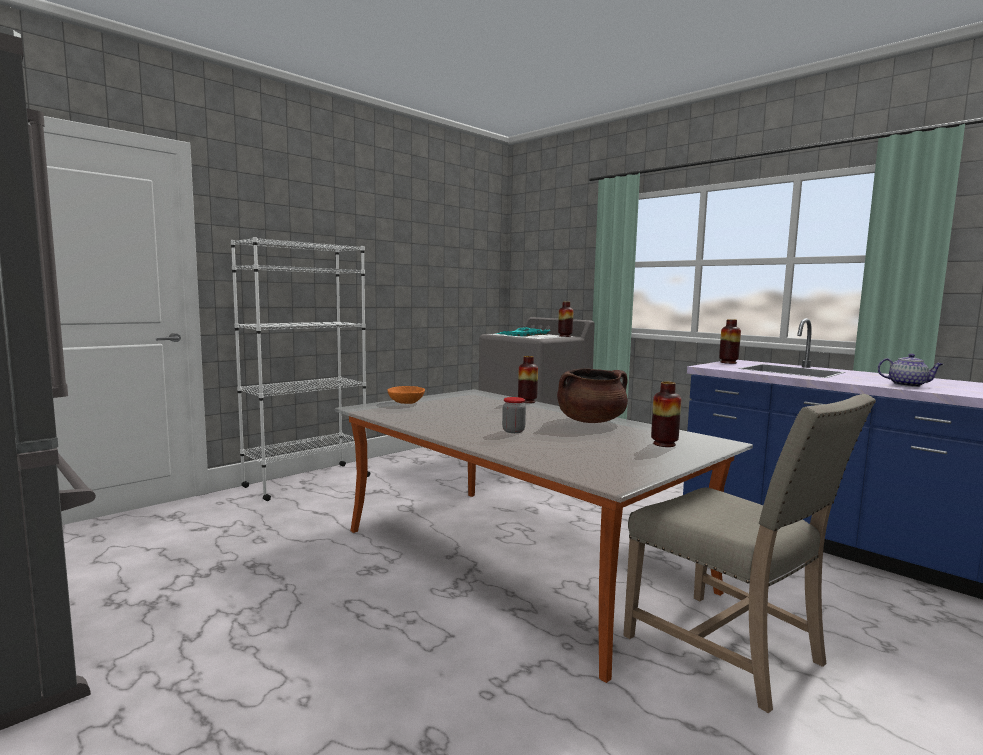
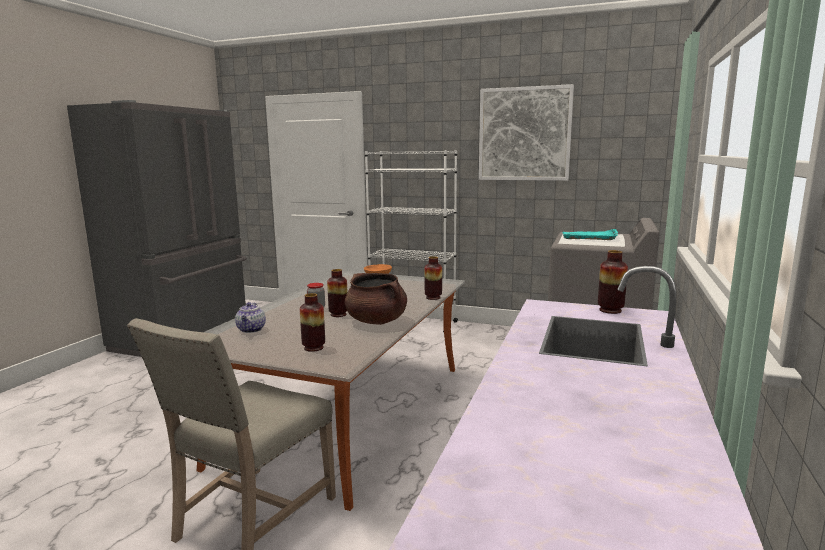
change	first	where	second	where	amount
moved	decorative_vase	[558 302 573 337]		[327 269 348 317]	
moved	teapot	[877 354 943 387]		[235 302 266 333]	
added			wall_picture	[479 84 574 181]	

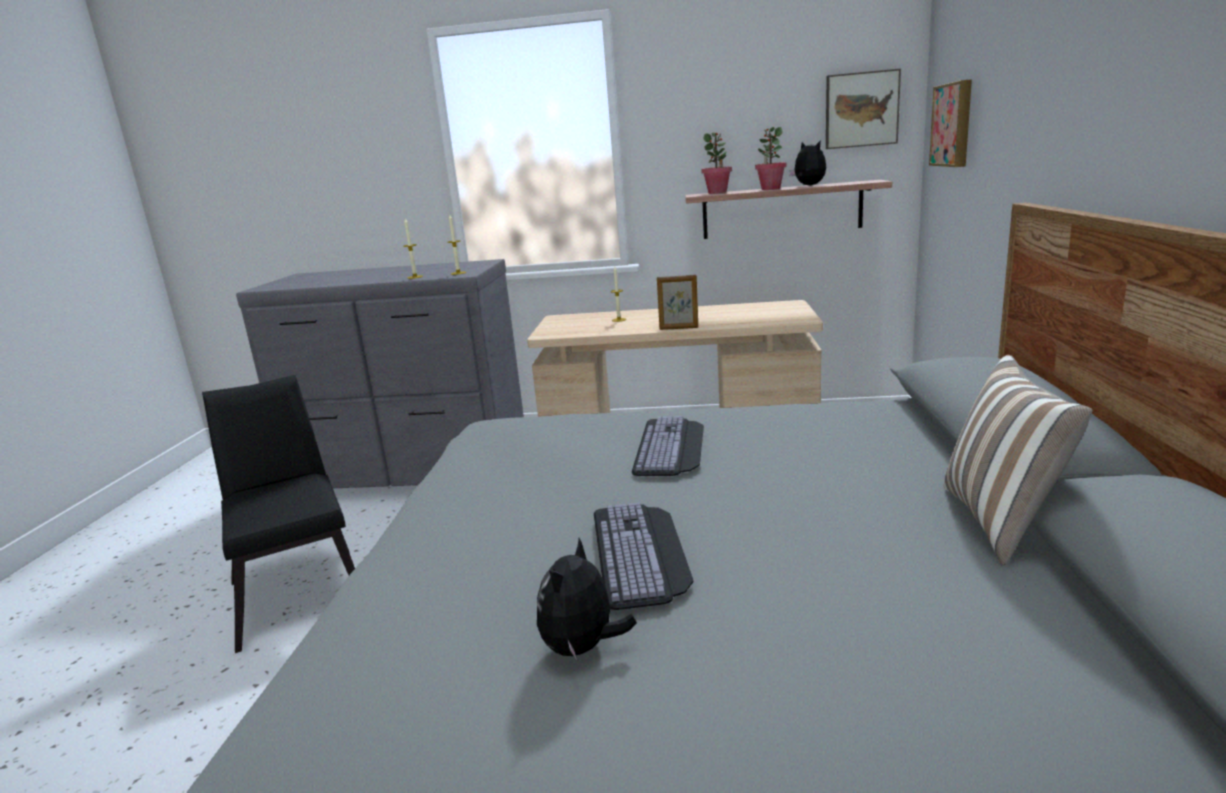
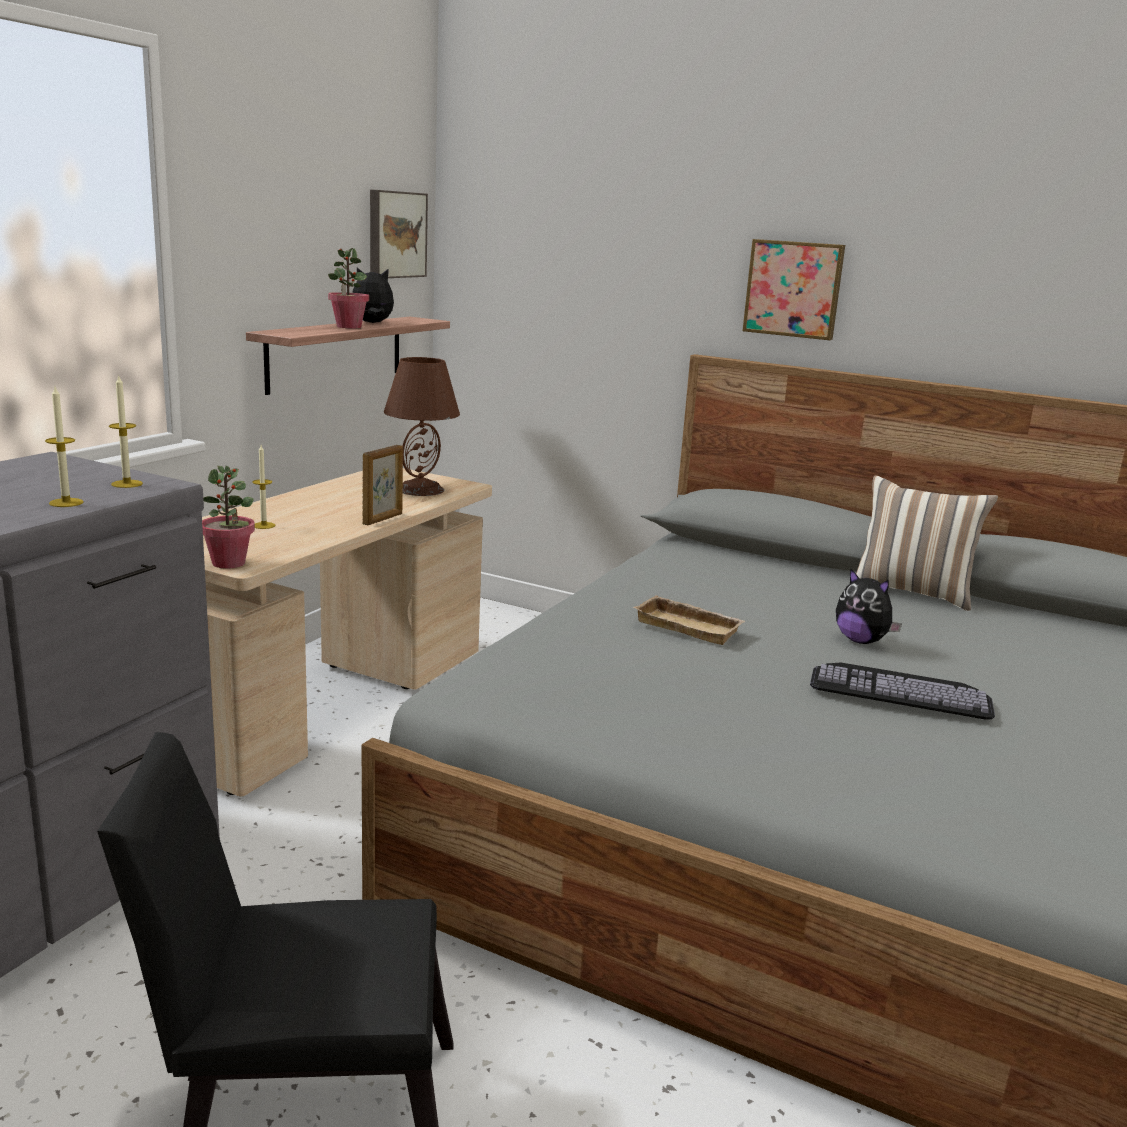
change	first	where	second	where	amount
moved	wall_picture	[929 79 972 167]		[743 239 845 340]	
moved	potted_plant	[701 132 732 194]		[202 466 255 569]	
replaced	keyboard	[632 416 704 476]	sand-coloured_serving_tray	[633 595 745 645]	
moved	cuddly_toy	[537 538 637 660]		[836 569 902 644]	
added			brown_table_lamp	[384 357 460 496]	

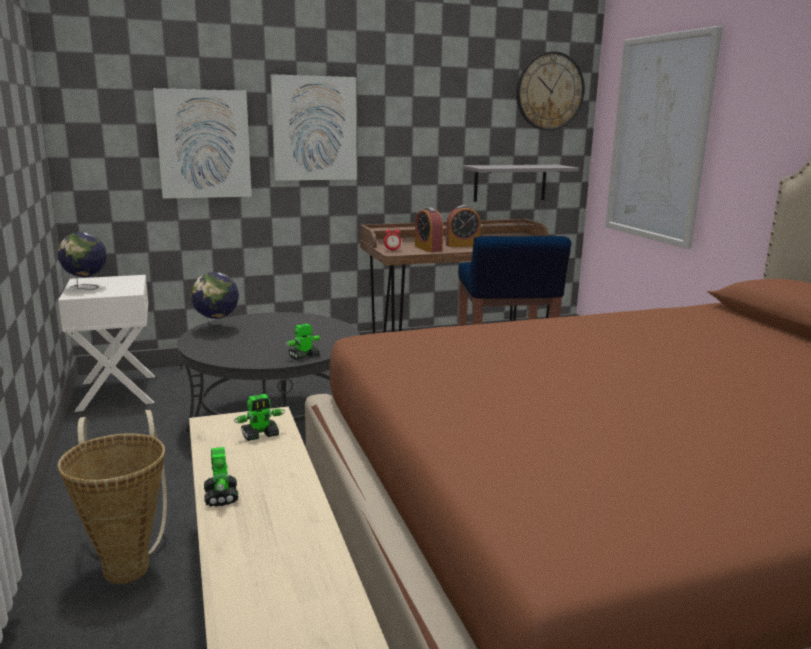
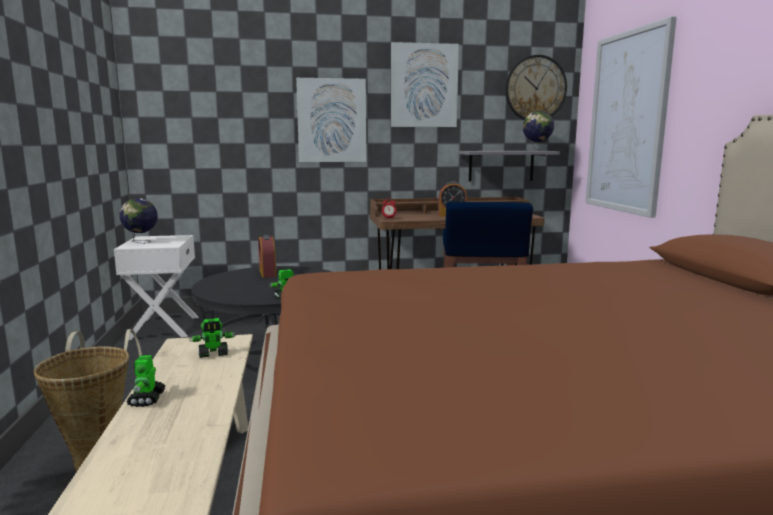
change	first	where	second	where	amount
moved	wall_picture	[153 88 252 199]		[391 42 459 127]	
moved	bedside_clock	[415 207 443 252]		[258 235 276 278]	
moved	desk_globe	[190 272 239 332]		[523 111 554 151]	

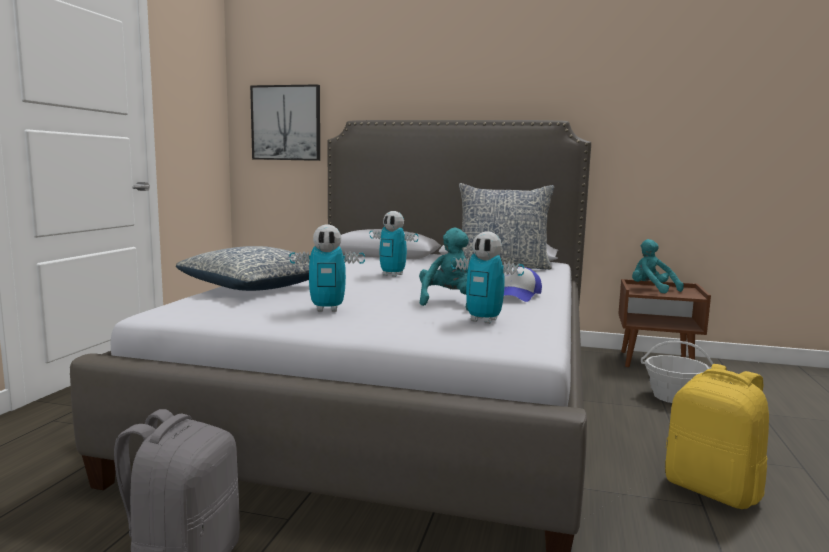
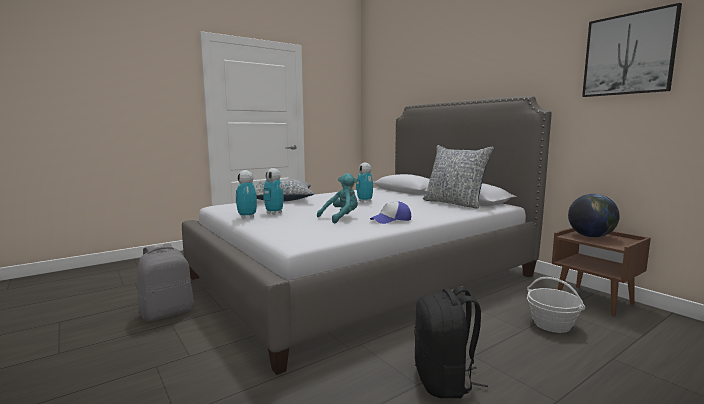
change	first	where	second	where	amount
moved	wall_picture	[250 84 320 161]		[582 3 682 97]	
moved	model_robot	[451 231 524 324]		[236 170 257 219]	
replaced	turquoise_cuddly_toy	[632 239 684 294]	desk_globe	[568 194 620 237]	
recoloured	yellowish_rucksack	[665 364 769 509]	black-coloured_rucksack	[414 287 488 398]	

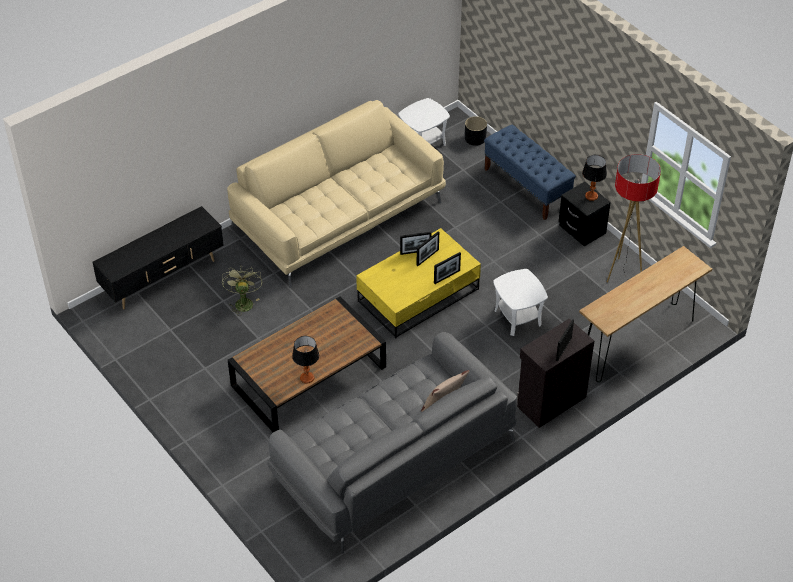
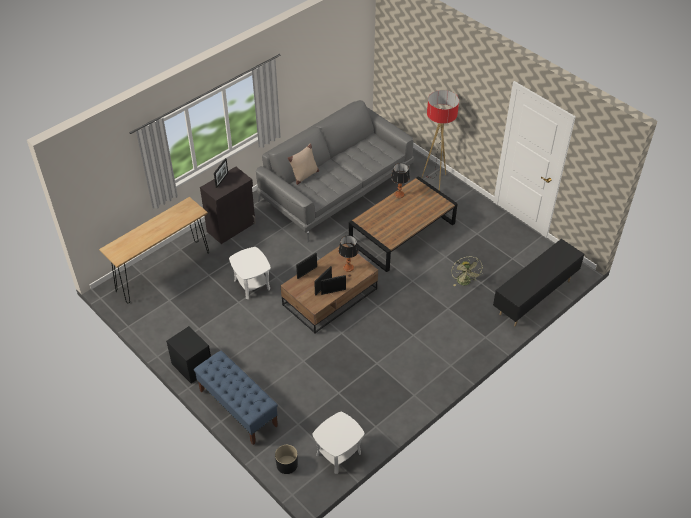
change	first	where	second	where	amount
removed	sand-coloured_couch	[227 100 446 288]			
moved	floor_lamp	[607 154 661 283]		[422 90 459 191]	
moved	table_lamp	[582 155 607 201]		[338 235 359 272]	
recoloured	yellowish_lounge_table	[356 228 481 338]	brown_lounge_table	[281 244 378 334]	

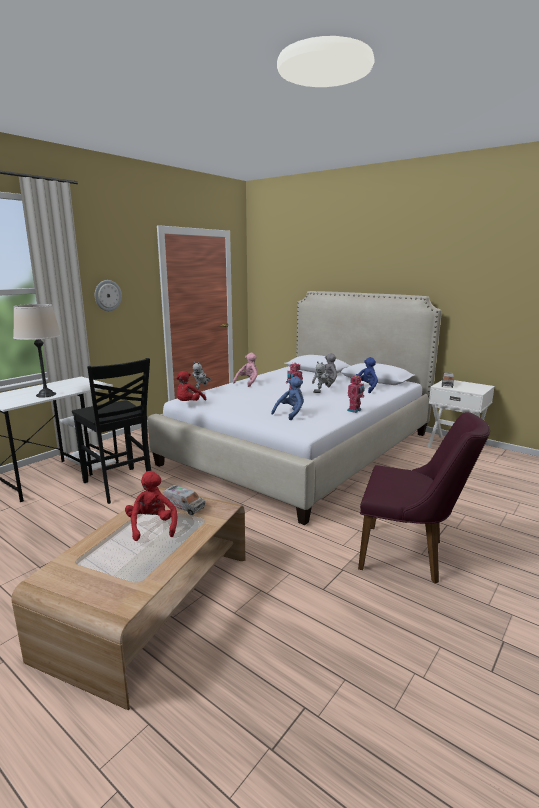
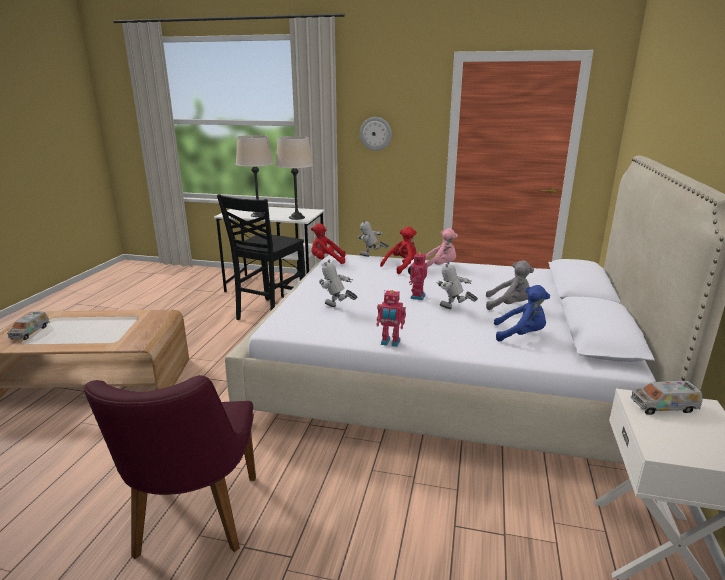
change	first	where	second	where	amount
replaced	bluish_cuddly_toy	[271 376 304 420]	model_robot	[319 260 357 307]	
moved	red-coloured_cuddly_toy	[125 471 177 541]		[380 226 417 274]	
moved	toy_truck	[163 485 206 515]		[7 311 50 340]	
added			sand-coloured_table_lamp	[275 136 313 220]	

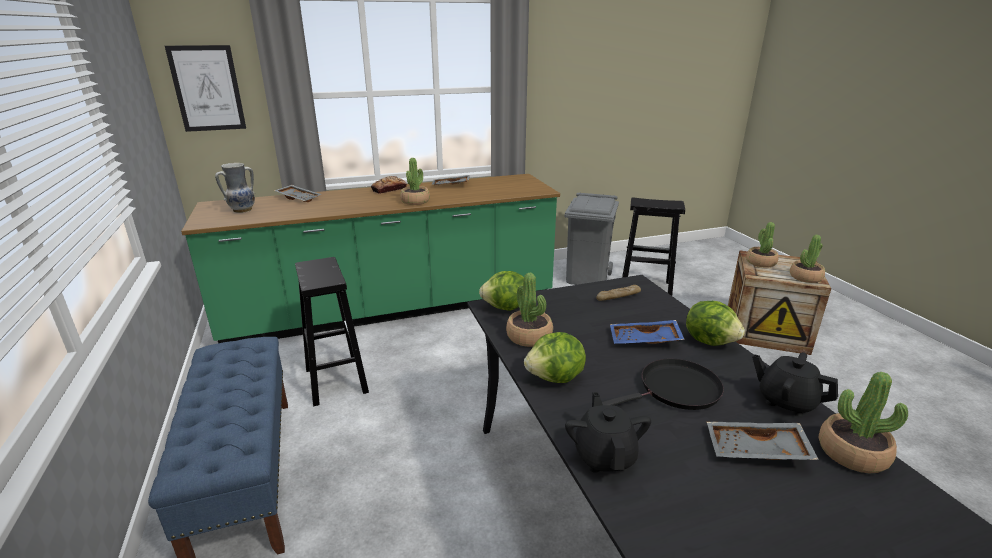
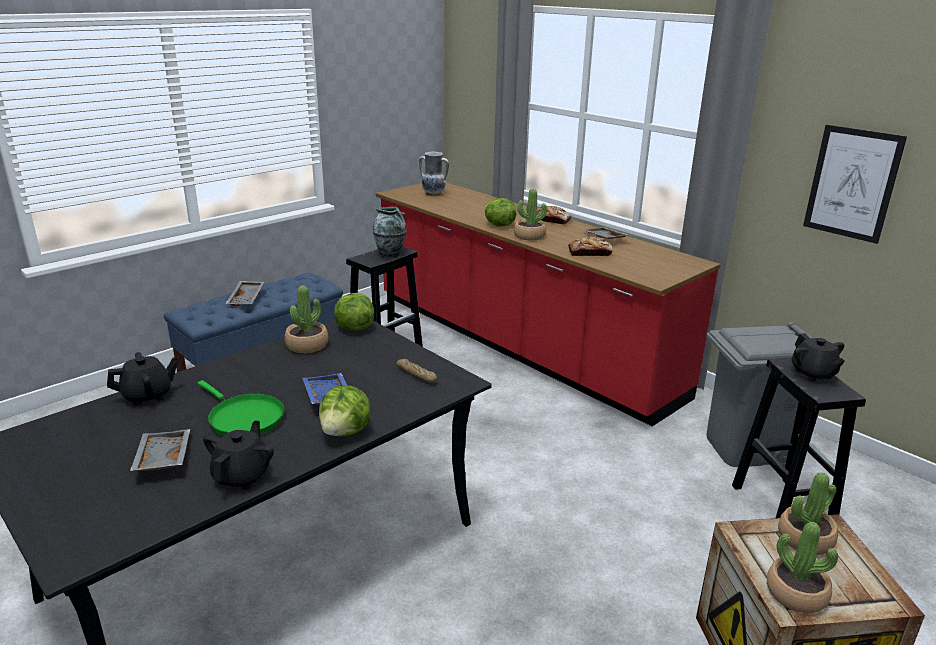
change	first	where	second	where	amount
moved	wall_picture	[165 45 246 132]		[803 125 907 244]	
recoloured	green-coloured_kitchen_counter	[181 174 560 343]	red-coloured_kitchen_counter	[376 183 721 427]	
moved	grey_serving_tray	[274 185 321 202]		[226 281 265 306]	
moved	lettuce	[524 332 586 383]		[485 198 516 227]	
recoloured	black-coloured_frying_pan	[602 359 724 410]	green-coloured_frying_pan	[197 380 285 435]	
removed	potted_plant	[818 372 908 473]			
added			decorative_vase	[372 207 407 258]	
added			bread	[568 237 613 256]	
added			black-coloured_teapot	[792 333 845 381]	

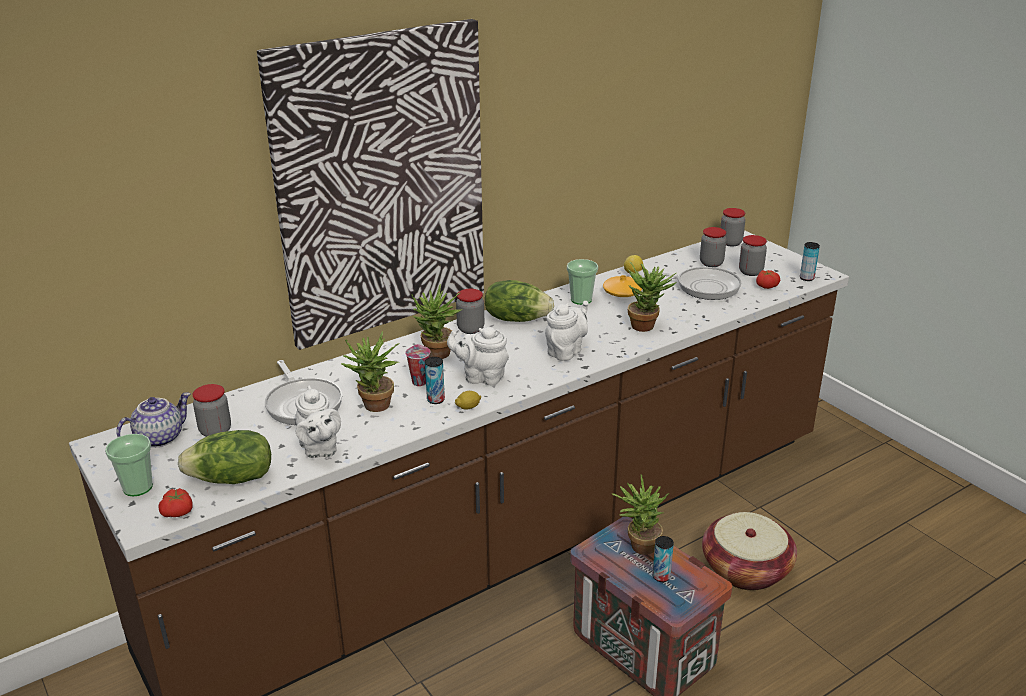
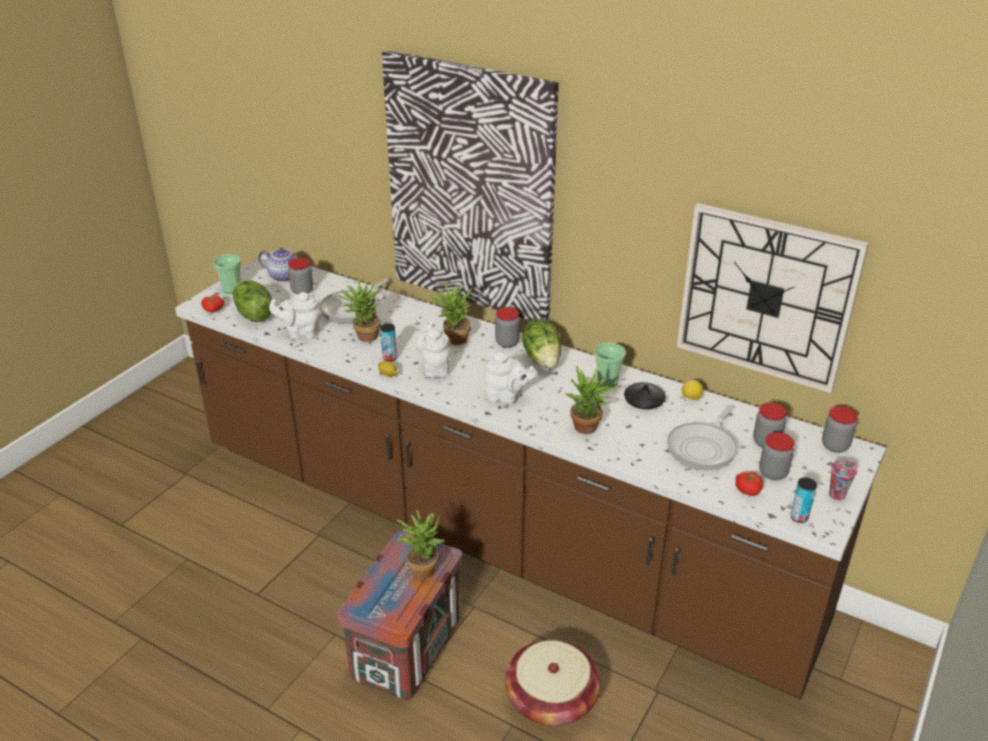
change	first	where	second	where	amount
turned	frying_pan	[648 267 741 300]		[667 405 738 470]	45 degrees clockwise
recoloured	orange_decorative_vase	[603 275 642 297]	black-coloured_decorative_vase	[624 382 666 409]	
moved	drinking_cup	[405 344 431 386]		[829 461 858 501]	
turned	whitish_teapot	[295 385 341 458]		[269 292 322 339]	45 degrees clockwise
removed	sealed_can	[652 536 674 582]			
added			clock_on_the_wall	[677 203 869 393]	

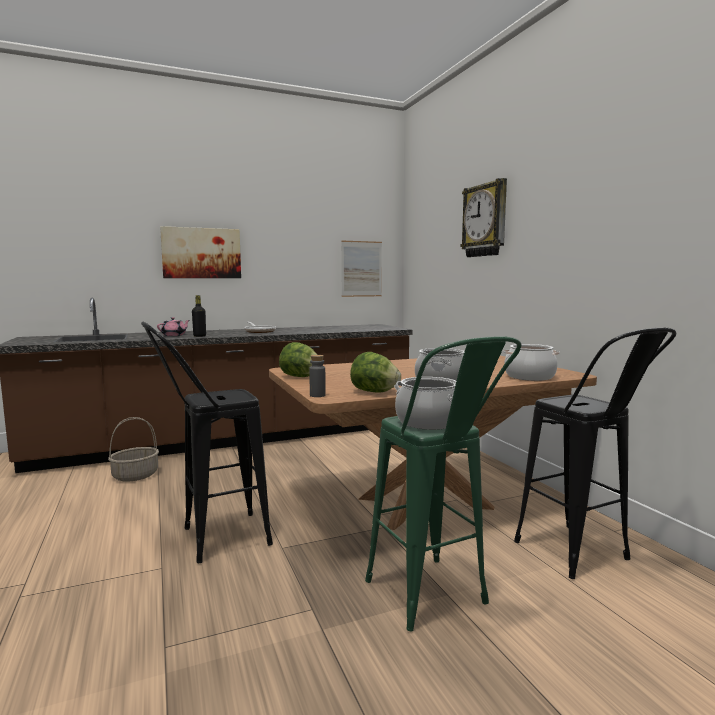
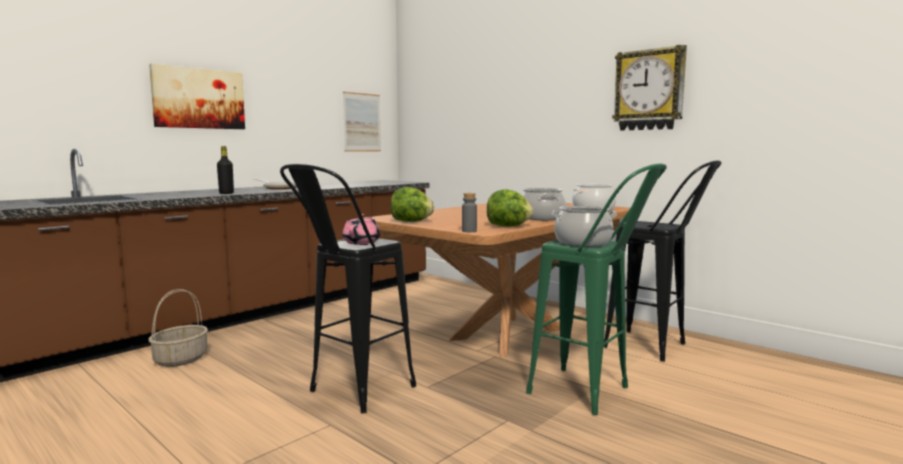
change	first	where	second	where	amount
moved	clock_on_the_wall	[460 178 507 257]		[612 45 687 130]	
moved	pink-coloured_teapot	[157 317 190 336]		[342 214 380 245]	

